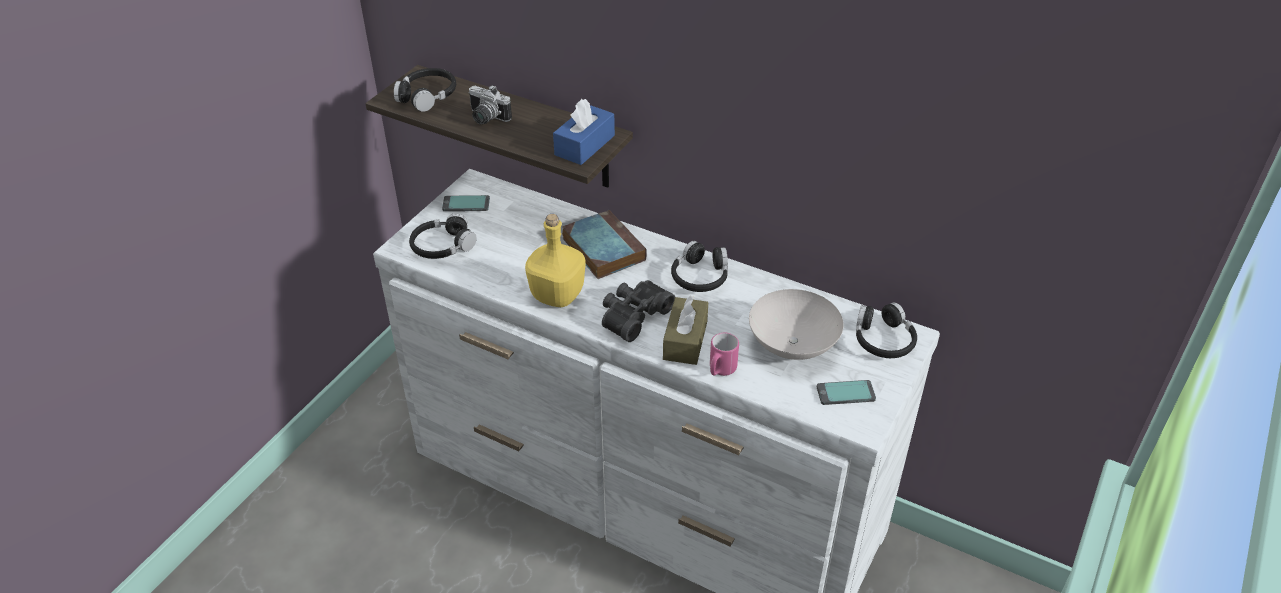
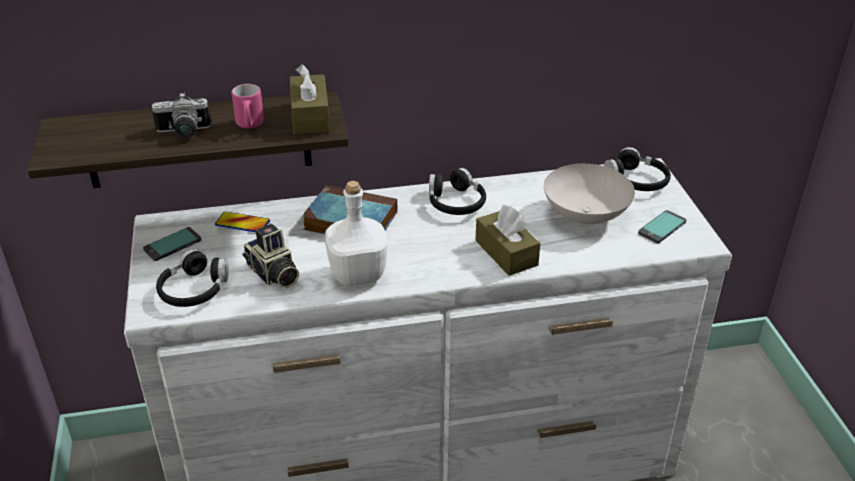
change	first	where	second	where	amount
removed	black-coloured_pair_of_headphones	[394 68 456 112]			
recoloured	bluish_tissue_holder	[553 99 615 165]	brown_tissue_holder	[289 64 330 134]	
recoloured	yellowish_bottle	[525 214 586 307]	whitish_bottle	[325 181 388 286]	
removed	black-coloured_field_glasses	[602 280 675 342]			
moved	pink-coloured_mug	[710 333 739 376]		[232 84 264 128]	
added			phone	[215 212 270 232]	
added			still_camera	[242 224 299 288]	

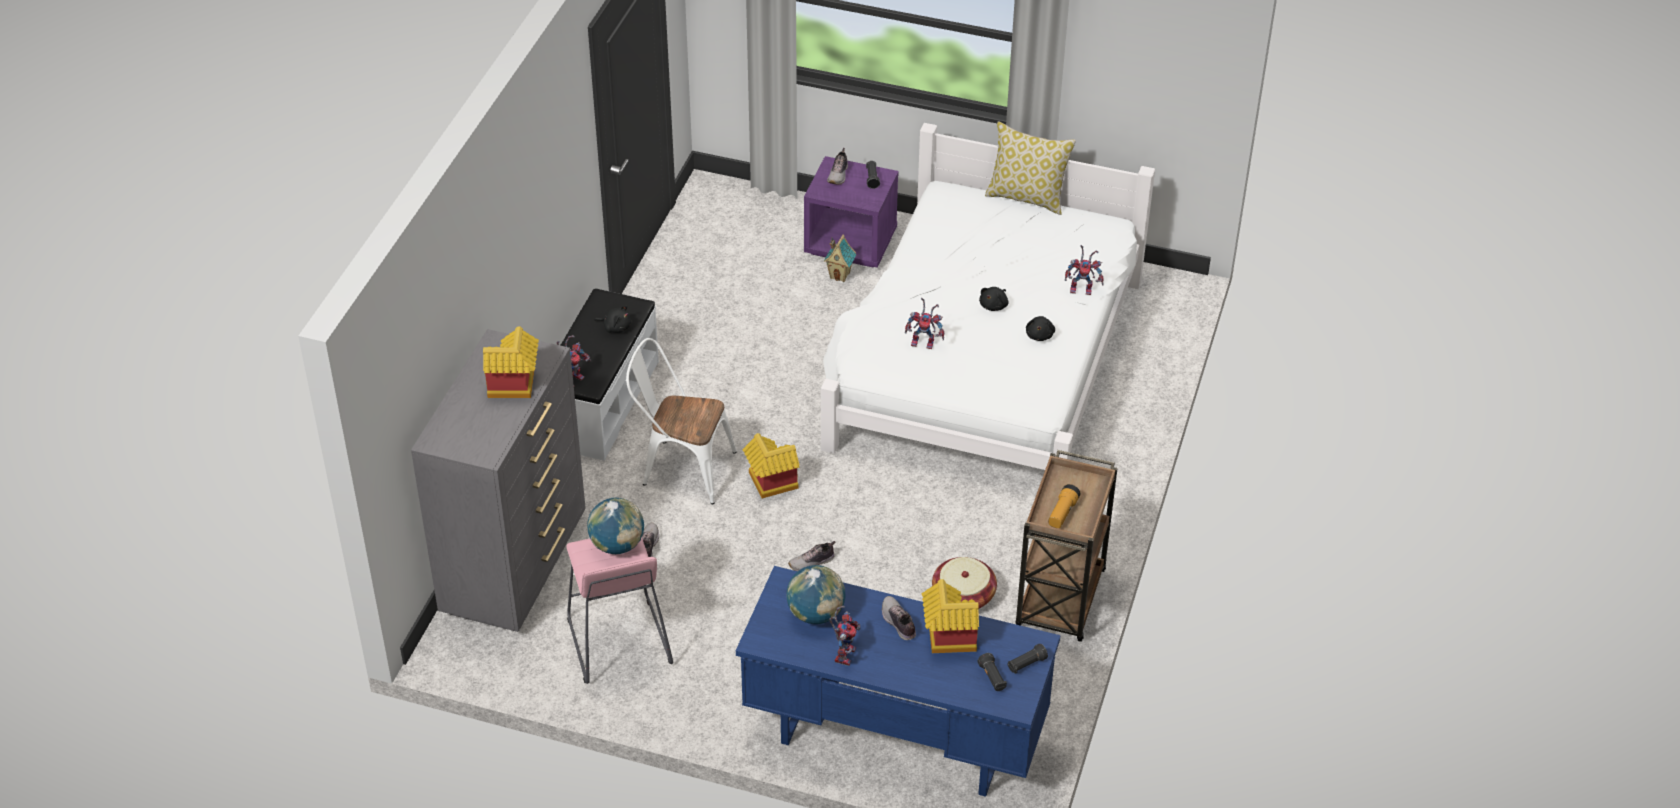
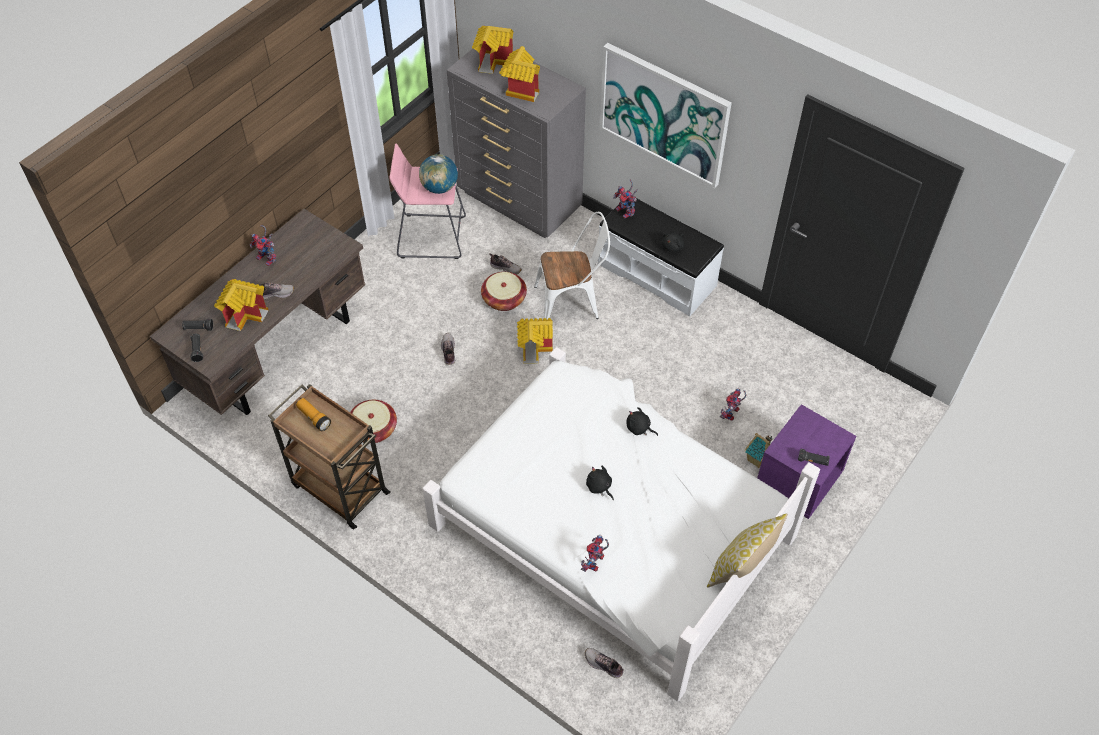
change	first	where	second	where	amount
moved	item_of_footwear	[827 148 848 185]		[585 648 624 678]	
moved	model_robot	[905 298 945 349]		[720 388 747 421]	
moved	black-coloured_cuddly_toy	[1026 316 1055 341]		[626 407 658 436]	
turned	whitish_chair	[626 338 737 504]		[534 212 610 319]	45 degrees clockwise
removed	desk_globe	[786 565 845 624]			
recoloured	bluish_desk_unit	[736 566 1061 797]	brown_desk_unit	[150 209 365 415]	
added			toy_house	[472 26 513 74]	
added			wall_picture	[600 43 732 188]	
added			household_basket	[481 272 527 311]	

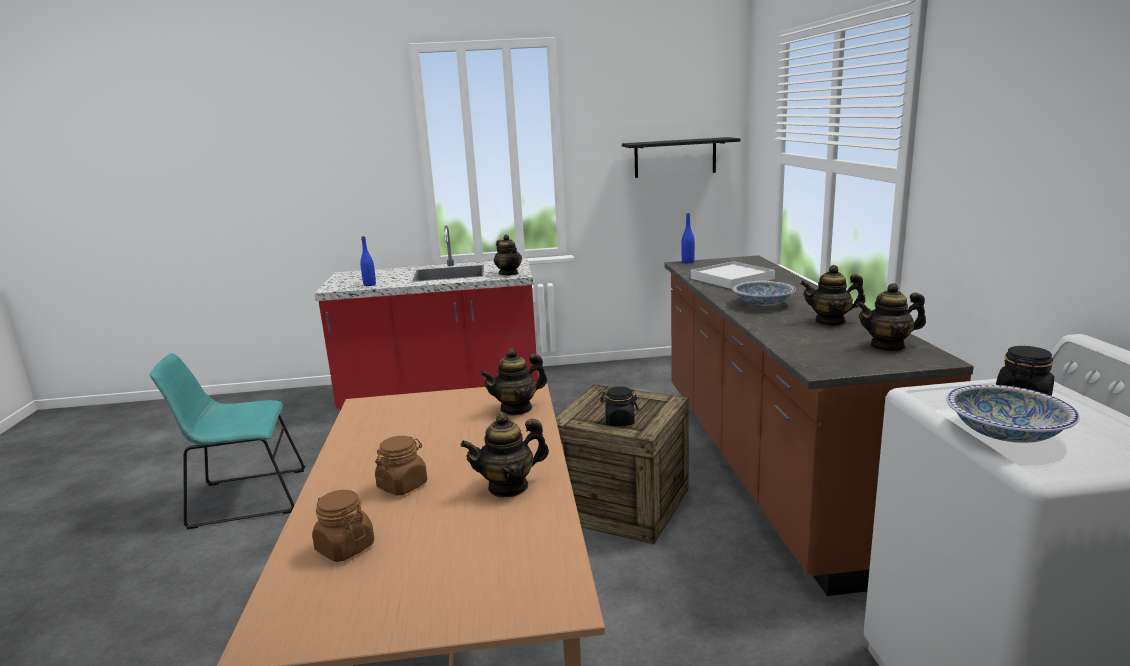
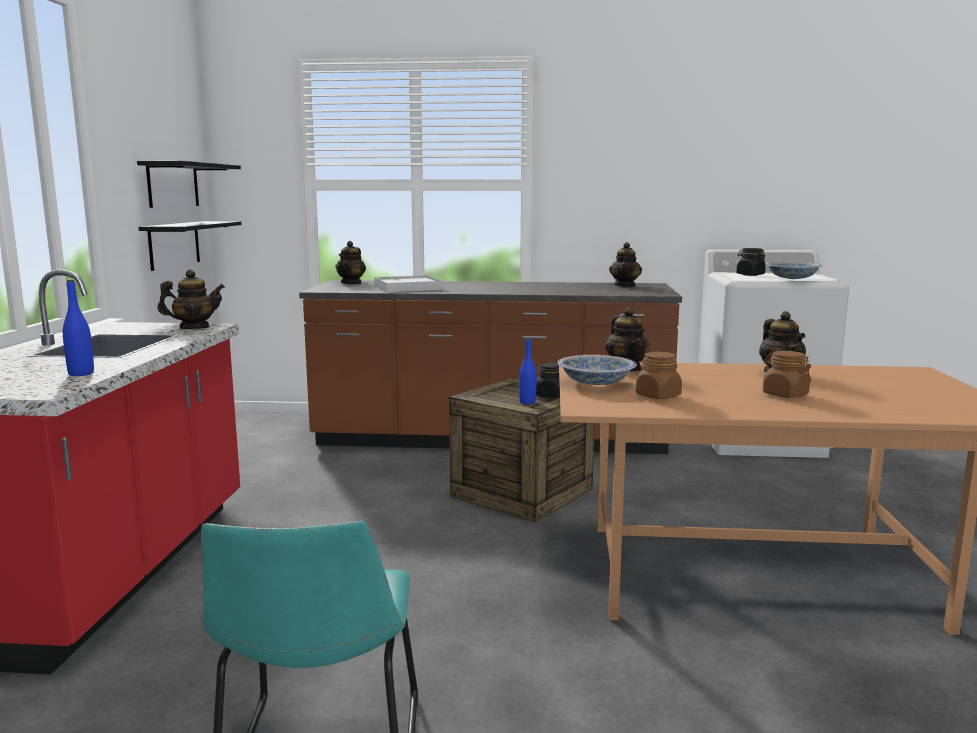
change	first	where	second	where	amount
moved	bluish_bottle	[681 213 695 263]		[519 338 537 404]	
moved	teapot	[800 265 865 326]		[335 241 366 284]	
moved	serving_bowl	[732 281 796 306]		[558 355 636 385]	
moved	brown_jar	[312 490 374 562]		[636 352 682 399]	
added			black-coloured_bracket_shelf	[138 221 242 271]	

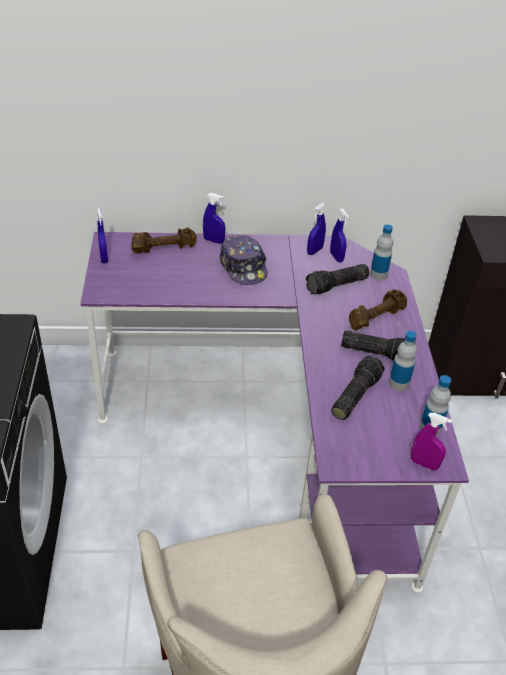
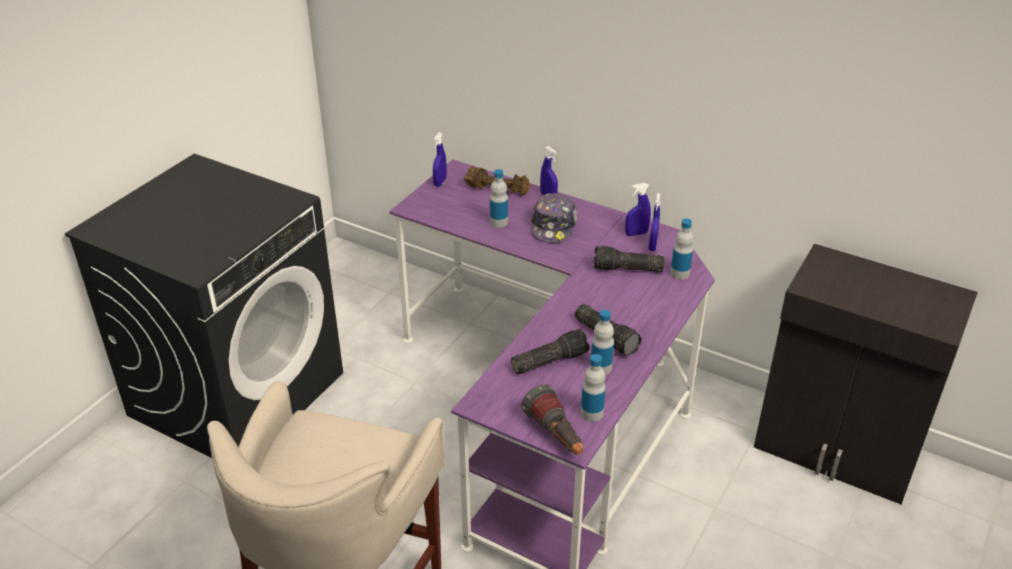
change	first	where	second	where	amount
removed	brown_dumbbell	[349 289 407 330]			
replaced	purple-coloured_spray_bottle	[411 413 452 470]	flashlight	[521 384 583 455]	
added			bottle	[490 169 508 228]	

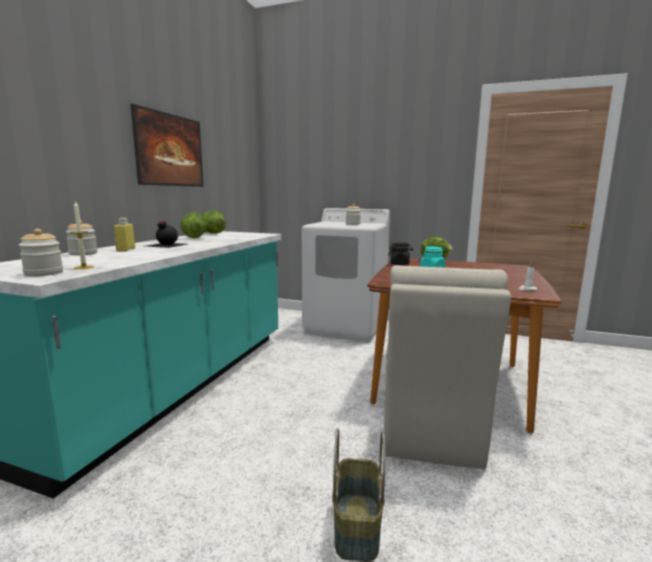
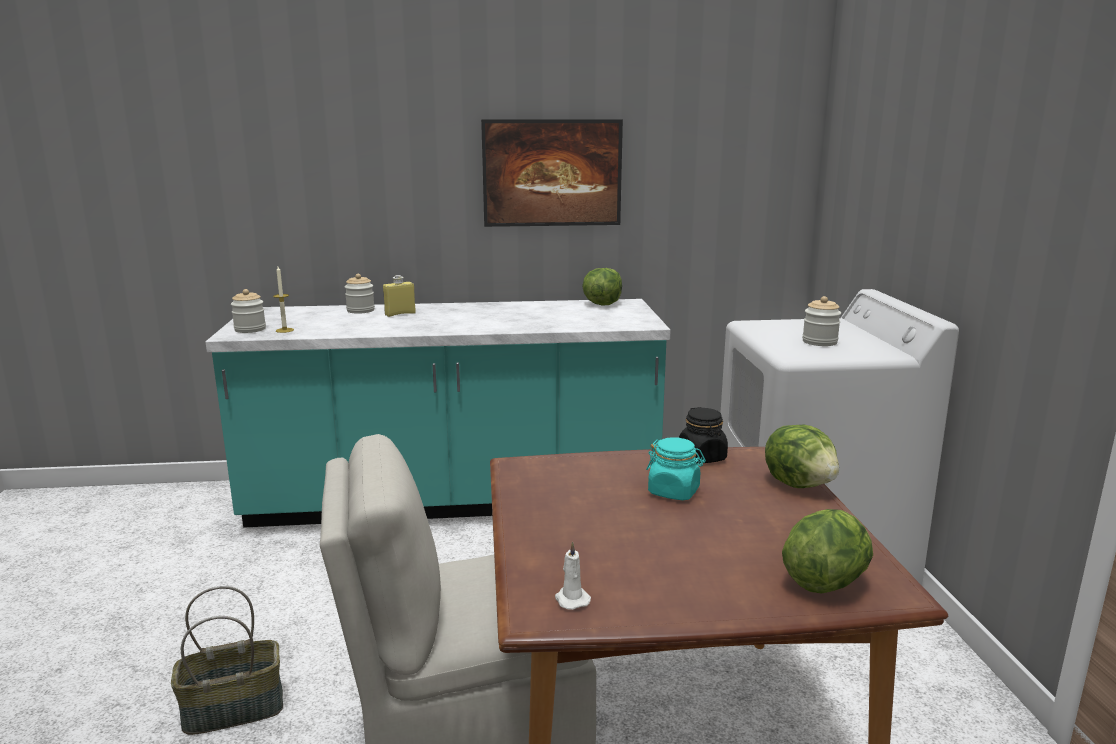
change	first	where	second	where	amount
moved	lettuce	[180 212 207 238]		[782 509 873 593]	
removed	black-coloured_bottle	[146 221 187 248]			

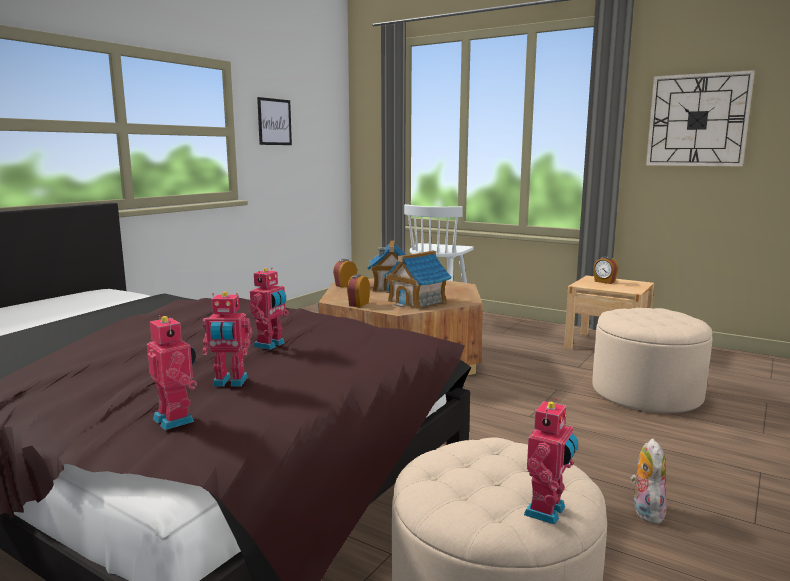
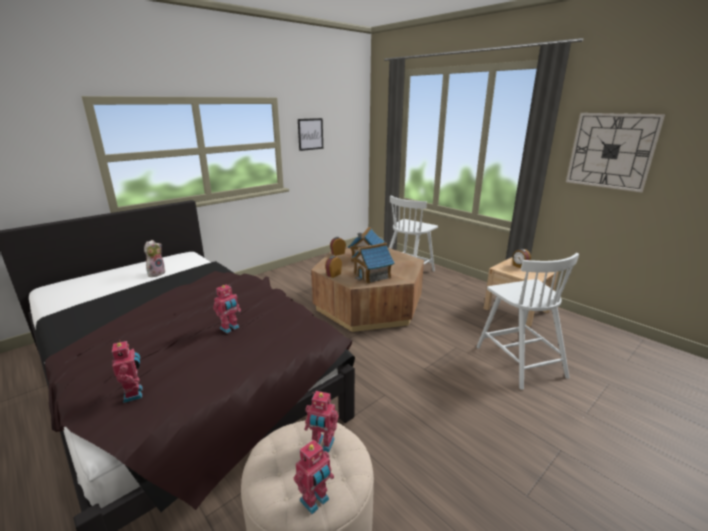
change	first	where	second	where	amount
moved	model_robot	[202 292 252 387]		[305 391 339 452]	
replaced	sand-coloured_footrest	[592 308 712 413]	whitish_chair	[476 253 579 390]	
moved	cuddly_toy	[631 438 667 524]		[144 240 165 277]	

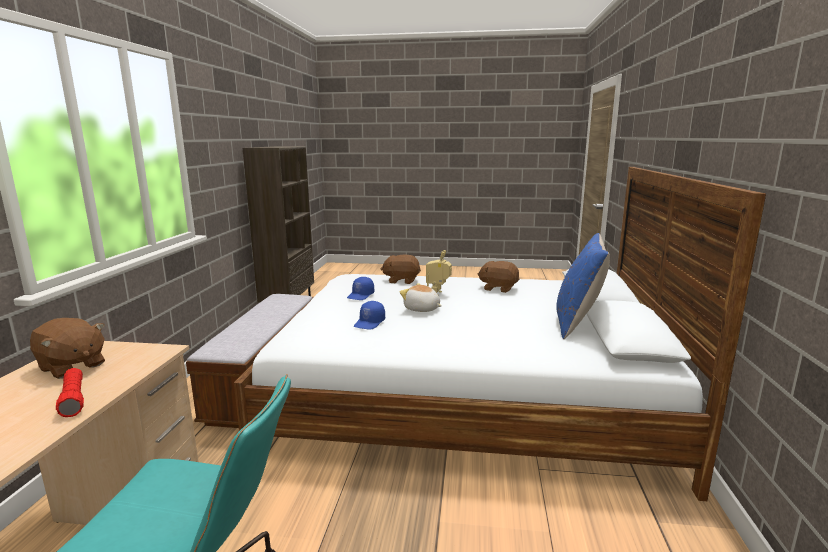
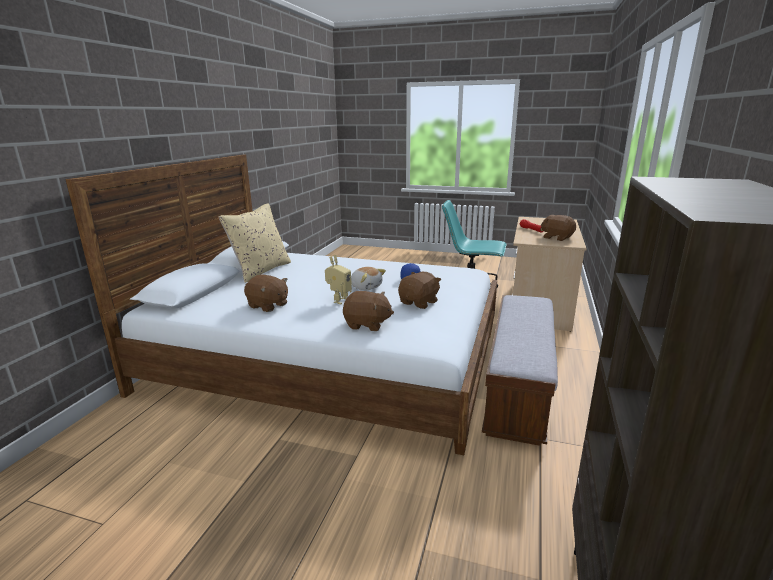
change	first	where	second	where	amount
recoloured	bluish_throw_pillow	[556 233 610 339]	sand-coloured_throw_pillow	[219 203 291 283]	
replaced	bluish_baseball_cap	[347 277 374 300]	brown_cuddly_toy	[398 272 441 309]	

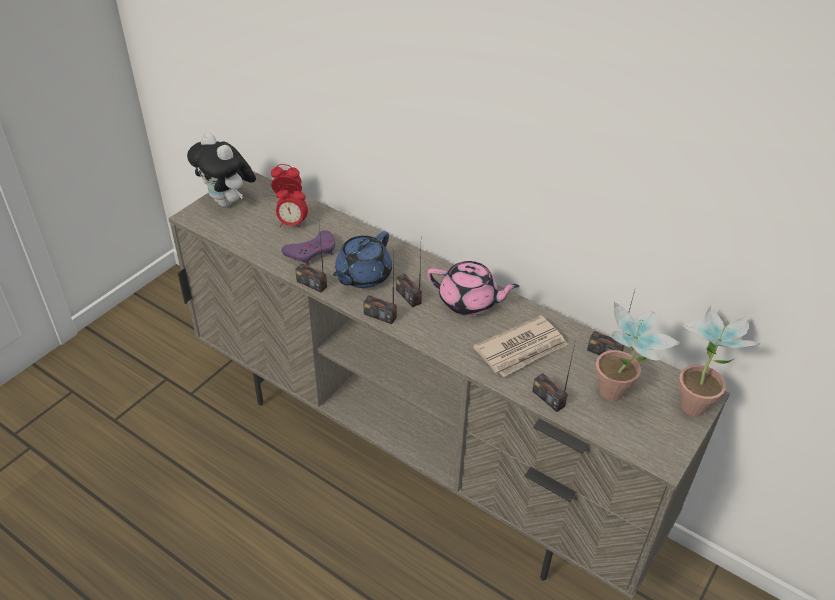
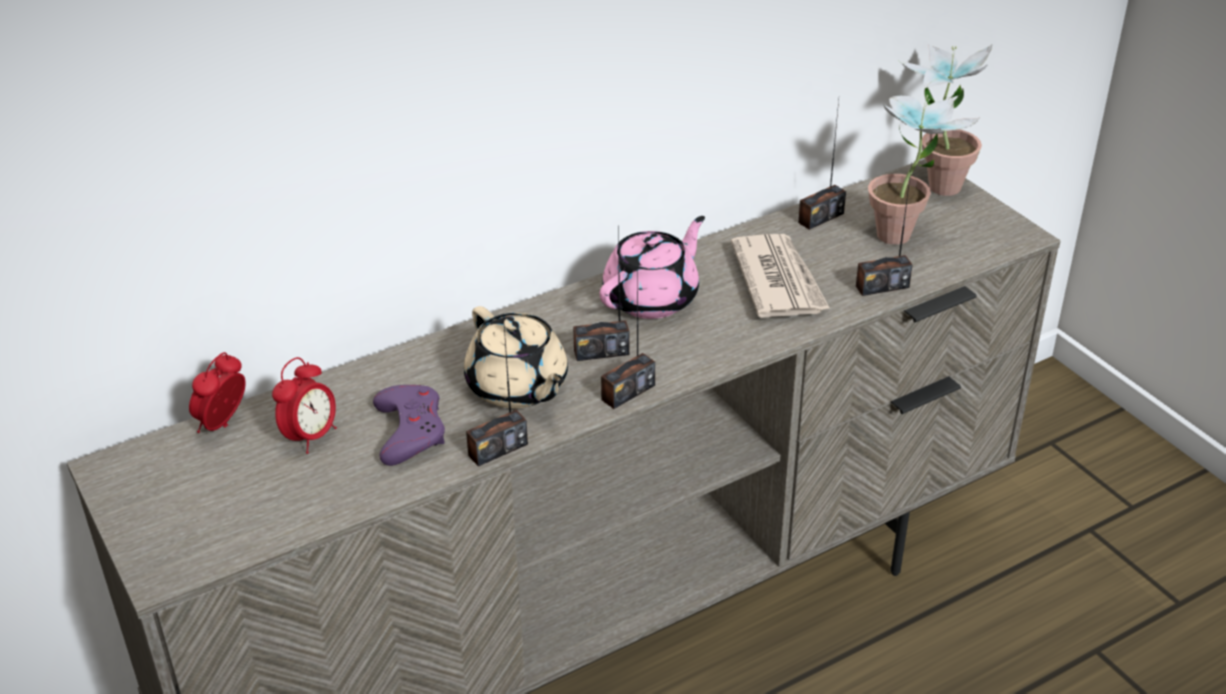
change	first	where	second	where	amount
removed	cuddly_toy	[187 133 256 207]			
recoloured	bluish_teapot	[333 231 392 288]	sand-coloured_teapot	[464 306 568 408]	

